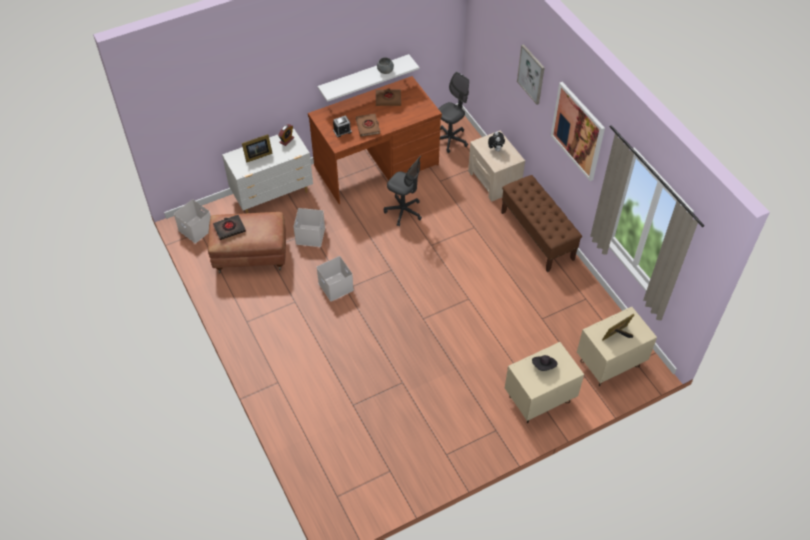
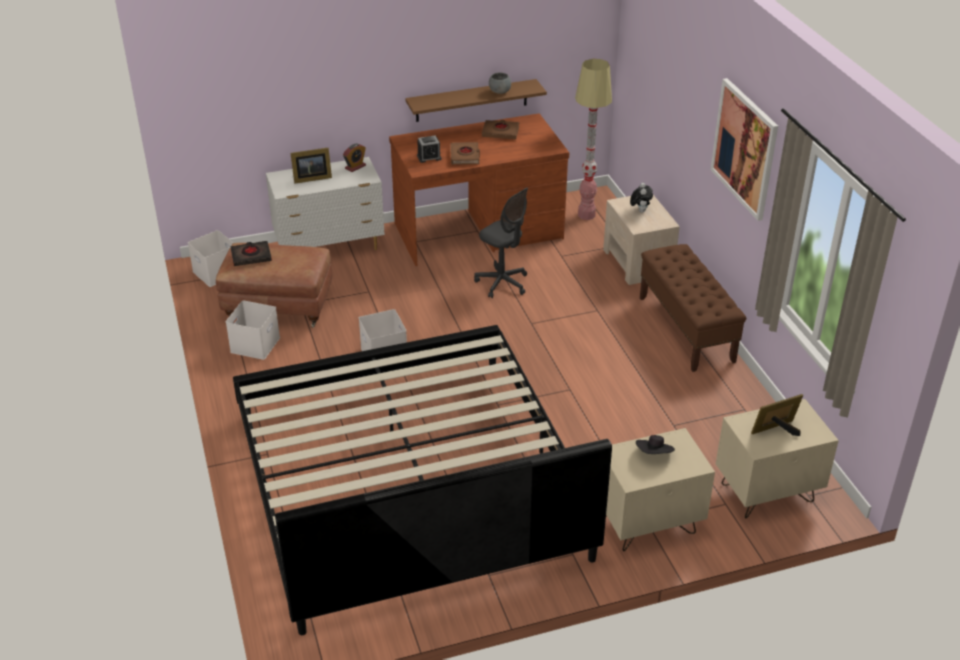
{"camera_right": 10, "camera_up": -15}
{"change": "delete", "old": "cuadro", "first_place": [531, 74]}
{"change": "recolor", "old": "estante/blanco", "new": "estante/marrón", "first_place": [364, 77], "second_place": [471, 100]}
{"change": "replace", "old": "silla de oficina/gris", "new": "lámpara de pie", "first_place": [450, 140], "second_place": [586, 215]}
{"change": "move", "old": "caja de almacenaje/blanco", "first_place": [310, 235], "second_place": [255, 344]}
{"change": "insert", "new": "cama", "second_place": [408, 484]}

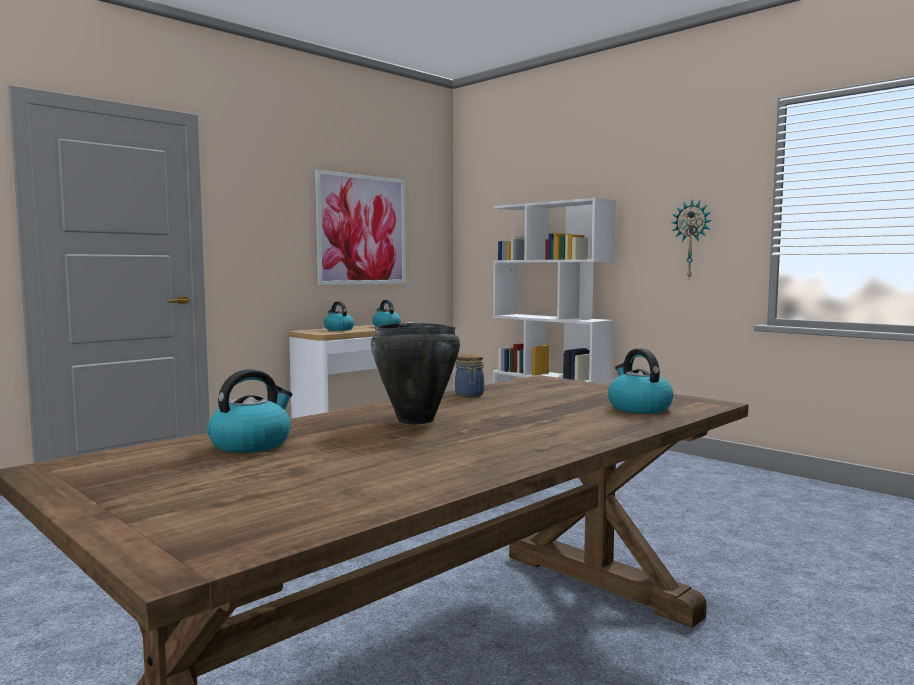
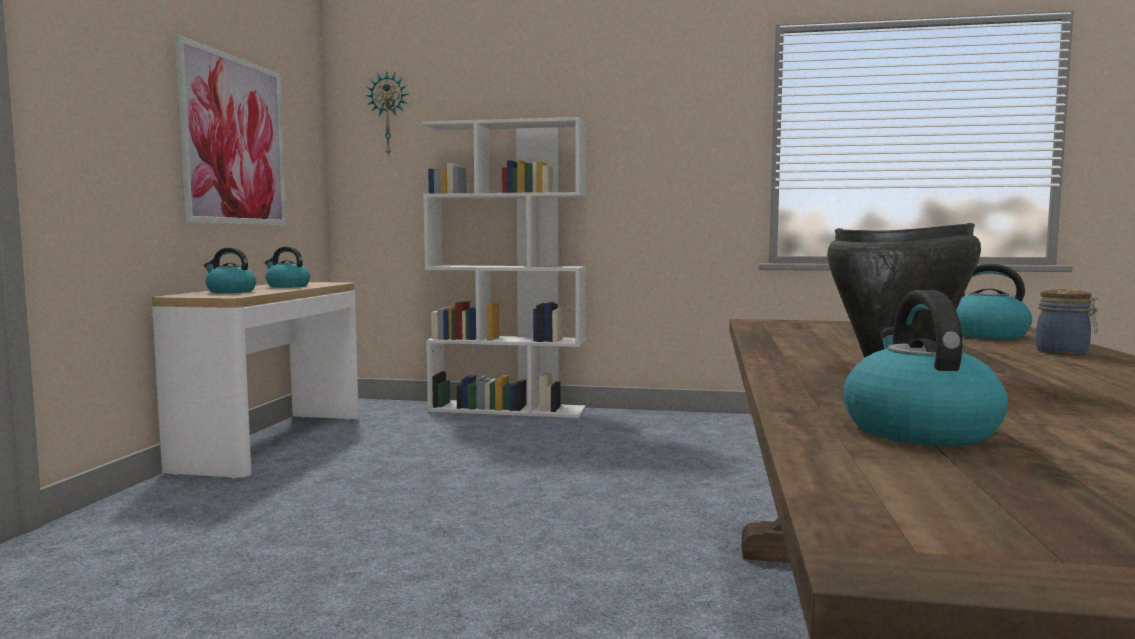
{"camera_right": -35, "camera_up": 0}
{"change": "move", "old": "reloj de pared", "first_place": [692, 239], "second_place": [388, 114]}
{"change": "move", "old": "tarro", "first_place": [469, 395], "second_place": [1064, 353]}

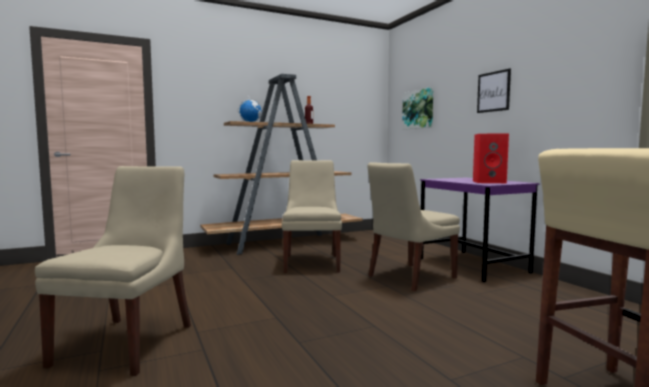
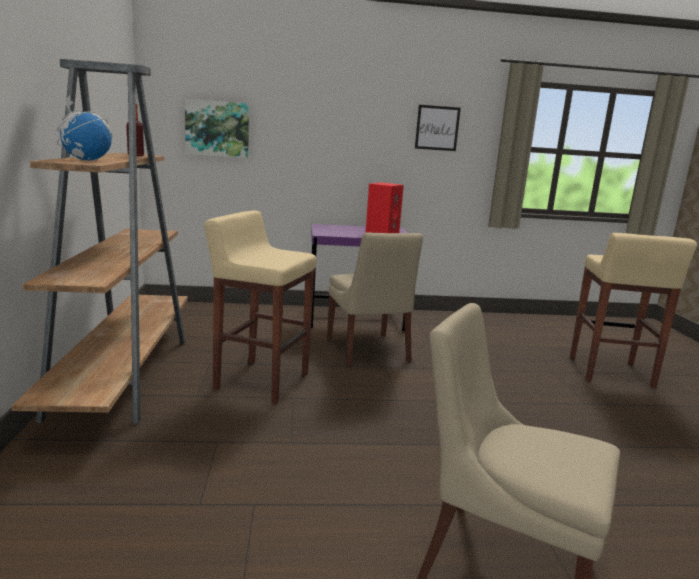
{"camera_right": -70, "camera_up": 10}
{"change": "move", "old": "cuadro", "first_place": [493, 91], "second_place": [437, 128]}
{"change": "replace", "old": "silla/beis", "new": "taburete/beis", "first_place": [312, 263], "second_place": [260, 381]}

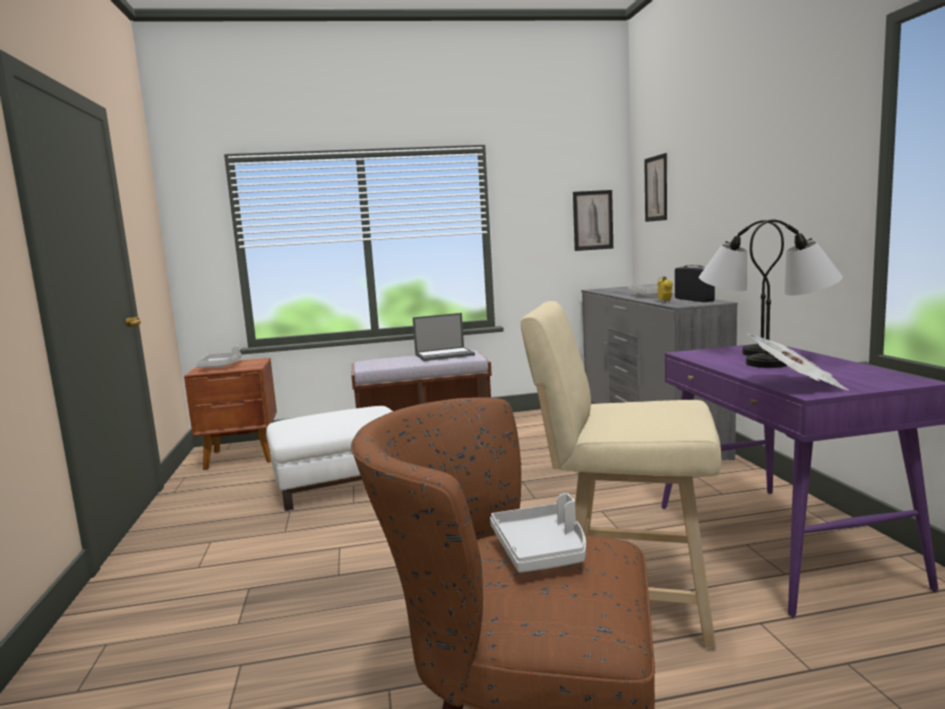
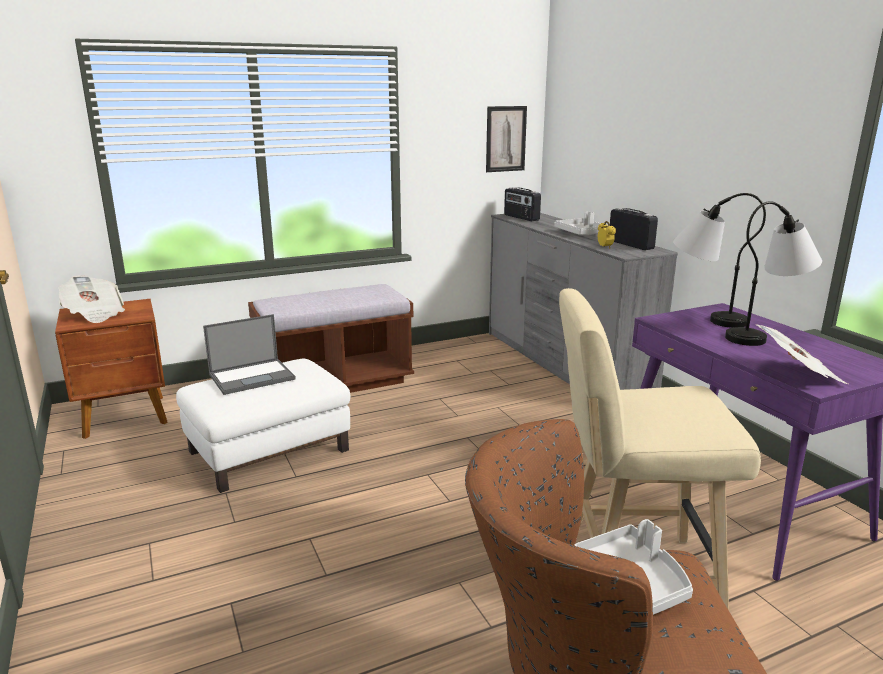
{"camera_right": -15, "camera_up": 10}
{"change": "delete", "old": "cuadro", "first_place": [656, 188]}
{"change": "move", "old": "portátil", "first_place": [445, 355], "second_place": [253, 376]}
{"change": "replace", "old": "bandeja/gris", "new": "periódico", "first_place": [220, 366], "second_place": [94, 314]}
{"change": "insert", "new": "radio", "second_place": [521, 217]}

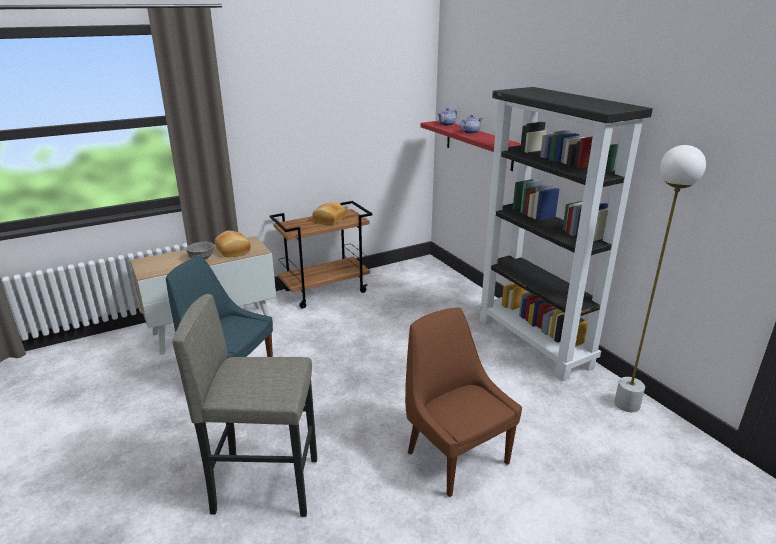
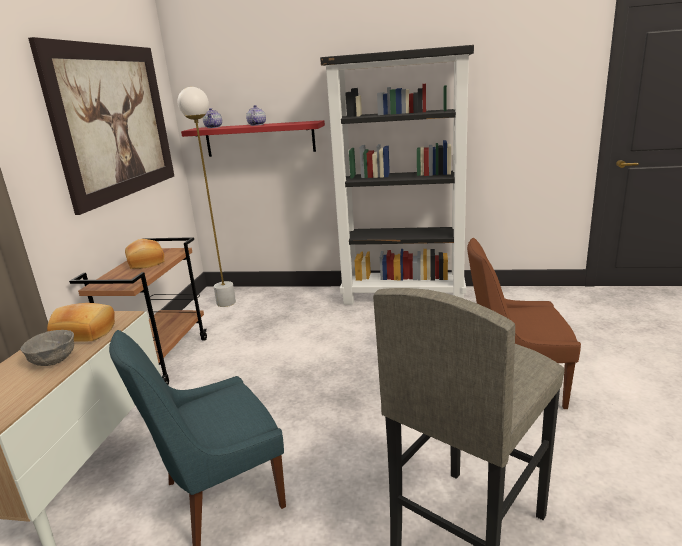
{"camera_right": -50, "camera_up": -5}
{"change": "move", "old": "lámpara de pie/blanco", "first_place": [626, 404], "second_place": [226, 303]}
{"change": "insert", "new": "cuadro", "second_place": [114, 122]}

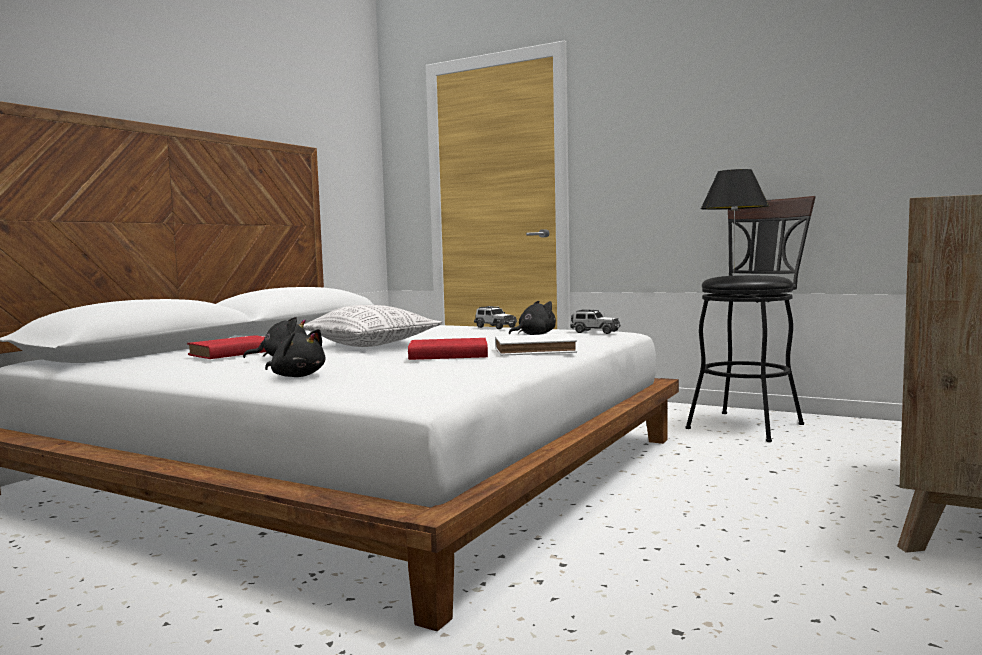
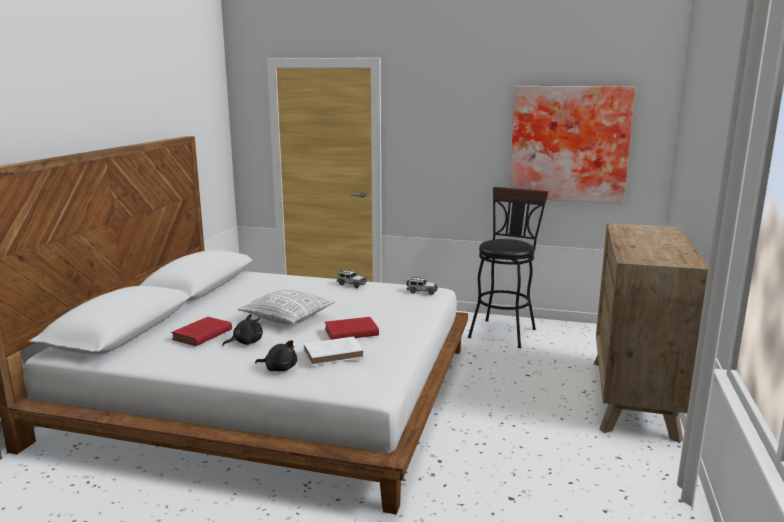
{"camera_right": -15, "camera_up": 10}
{"change": "delete", "old": "lámpara de mesa/negro", "first_place": [733, 276]}
{"change": "delete", "old": "peluche/negro", "first_place": [534, 334]}
{"change": "move", "old": "libro/blanco", "first_place": [537, 350], "second_place": [335, 354]}
{"change": "insert", "new": "cuadro", "second_place": [569, 144]}

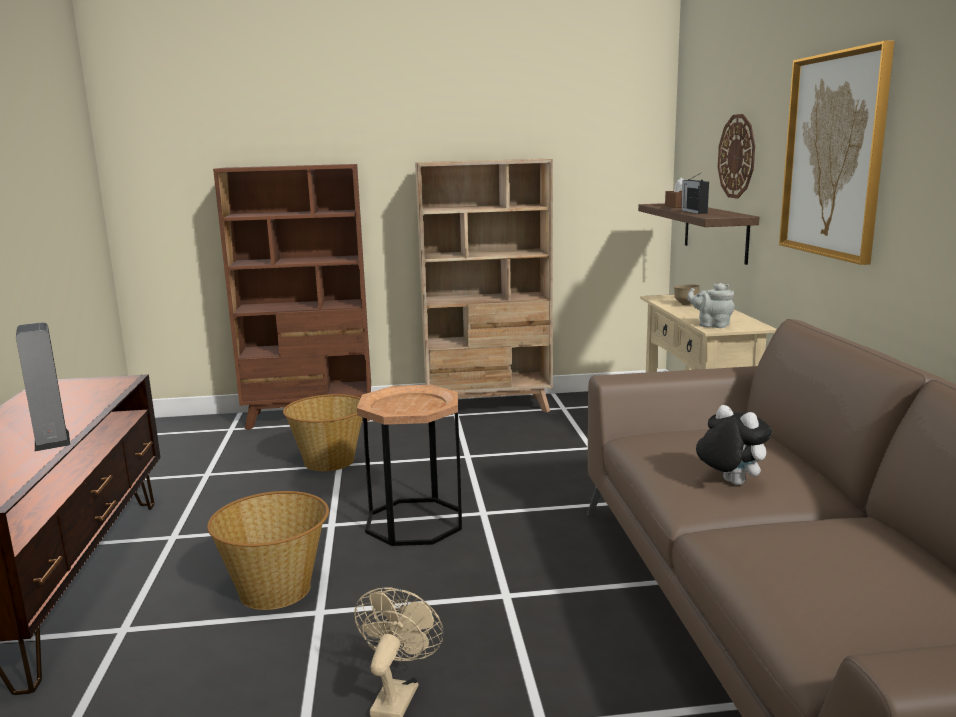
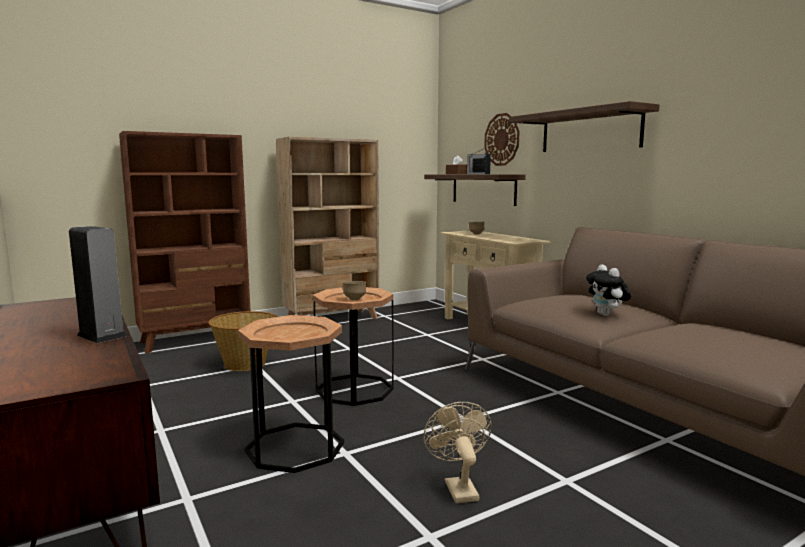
{"camera_right": -25, "camera_up": -5}
{"change": "replace", "old": "cuadro", "new": "estante", "first_place": [833, 155], "second_place": [589, 131]}
{"change": "delete", "old": "tetera/gris", "first_place": [711, 325]}
{"change": "rotate", "old": "peluche", "first_place": [729, 483], "second_place": [606, 315], "degrees": -135}
{"change": "replace", "old": "cesta", "new": "mesa auxiliar/marrón", "first_place": [276, 590], "second_place": [295, 447]}
{"change": "insert", "new": "cuenco/marrón", "second_place": [354, 299]}

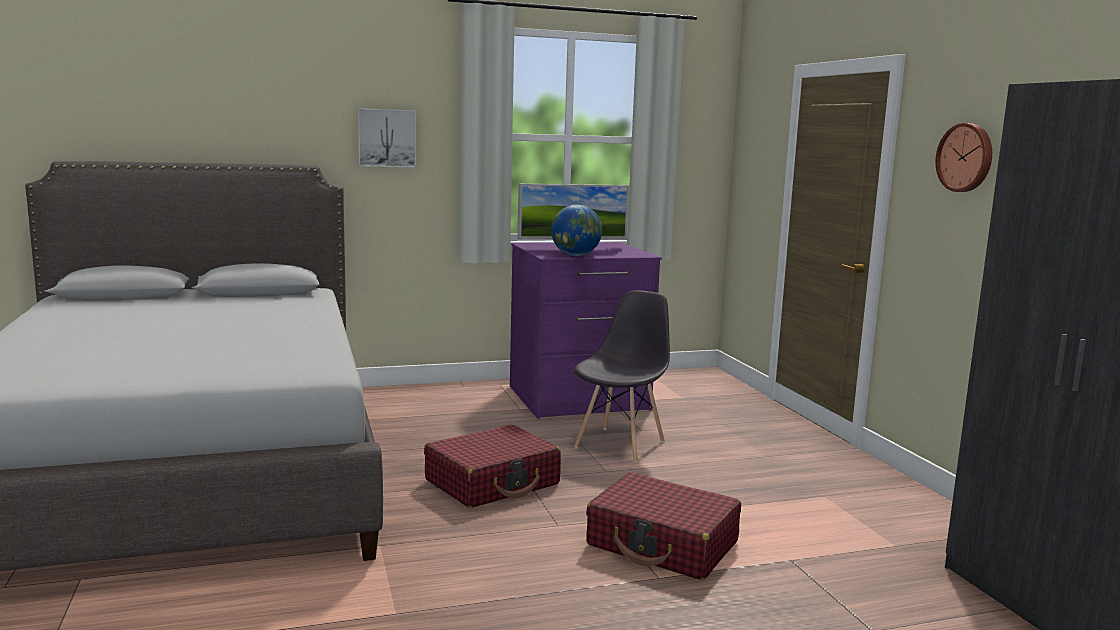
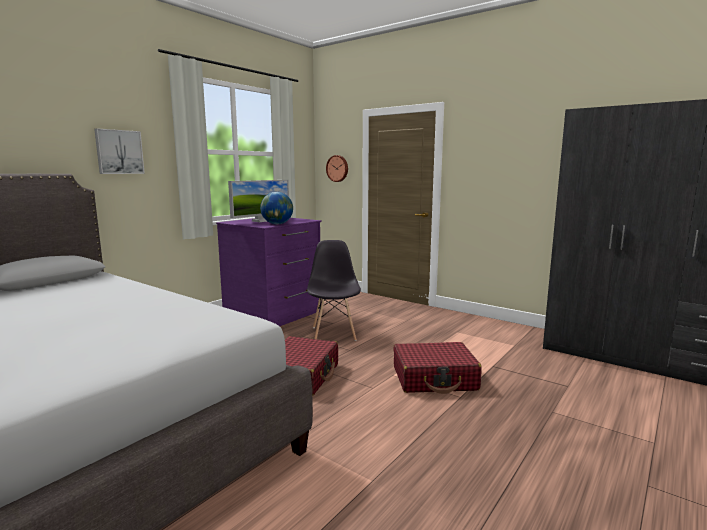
{"camera_right": -35, "camera_up": 0}
{"change": "move", "old": "reloj de pared", "first_place": [966, 157], "second_place": [337, 168]}

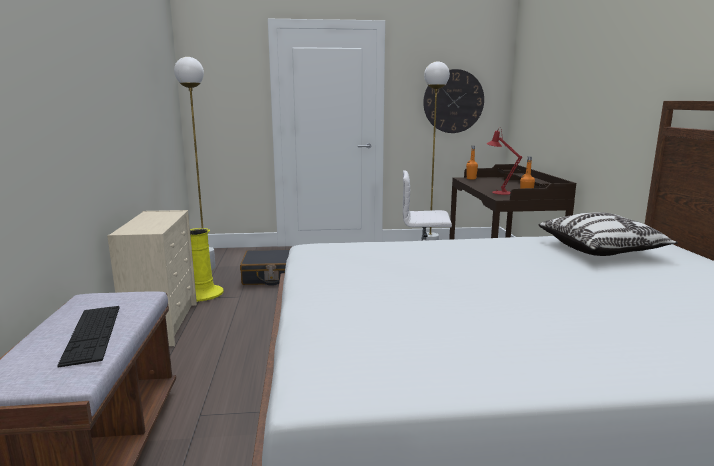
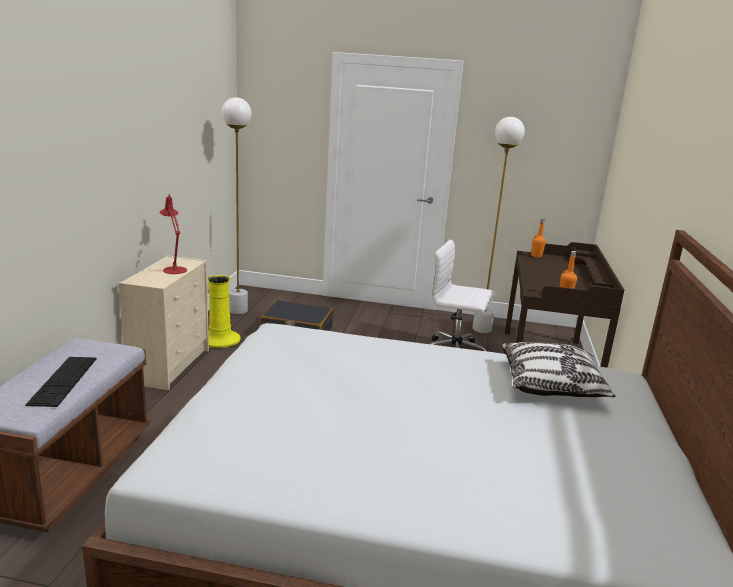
{"camera_right": 15, "camera_up": 5}
{"change": "delete", "old": "reloj de pared", "first_place": [453, 101]}
{"change": "move", "old": "lámpara de mesa/rojo", "first_place": [499, 192], "second_place": [174, 269]}

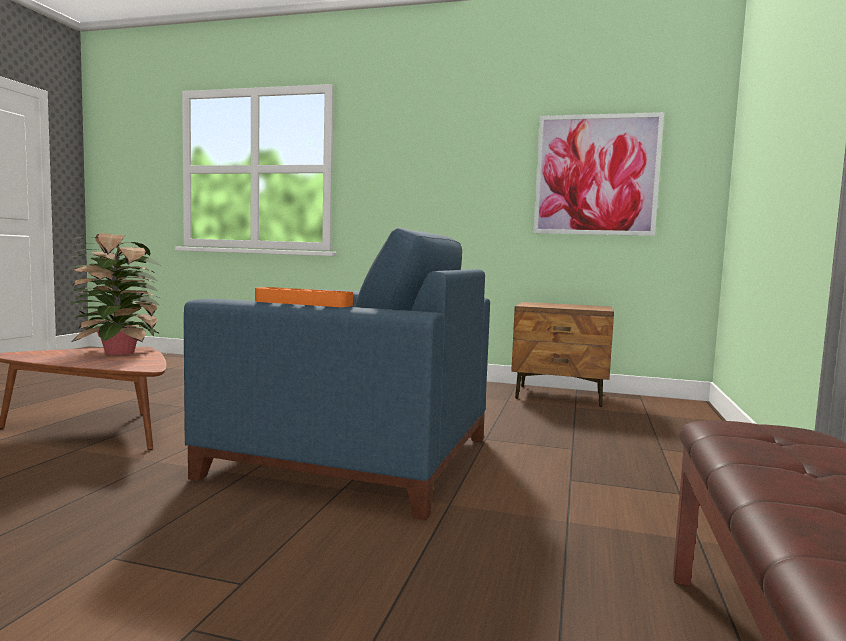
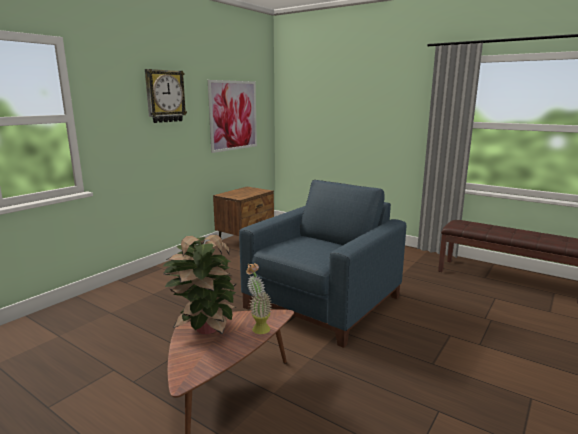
{"camera_right": -70, "camera_up": 10}
{"change": "delete", "old": "bandeja/naranja", "first_place": [303, 303]}
{"change": "insert", "new": "reloj de pared", "second_place": [165, 96]}
{"change": "insert", "new": "planta en maceta", "second_place": [258, 327]}

